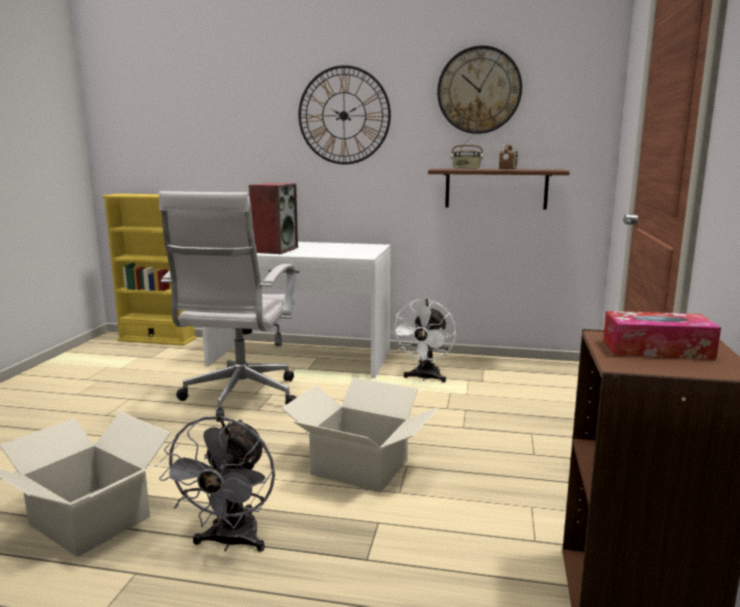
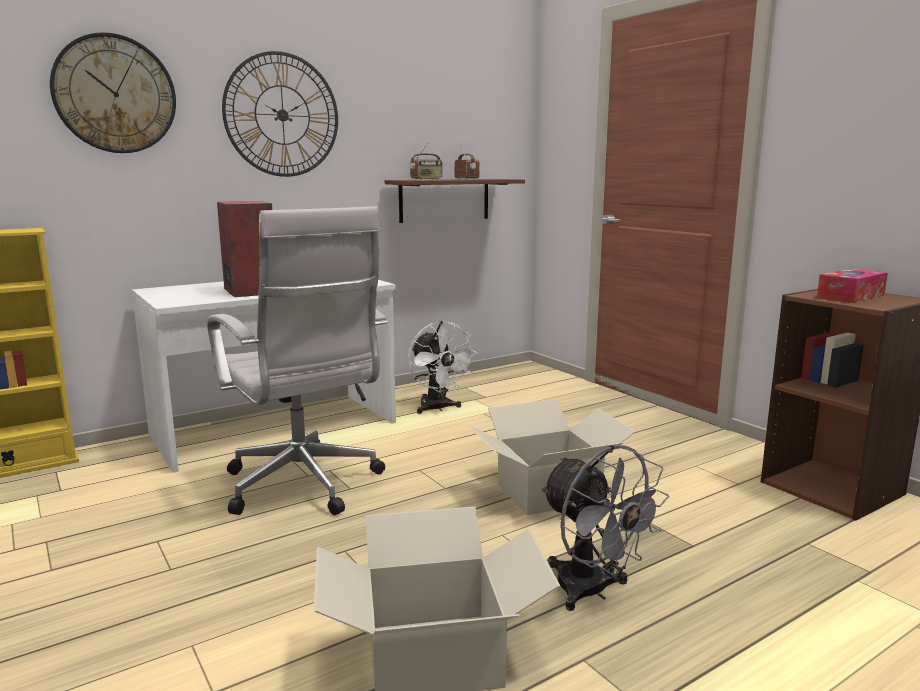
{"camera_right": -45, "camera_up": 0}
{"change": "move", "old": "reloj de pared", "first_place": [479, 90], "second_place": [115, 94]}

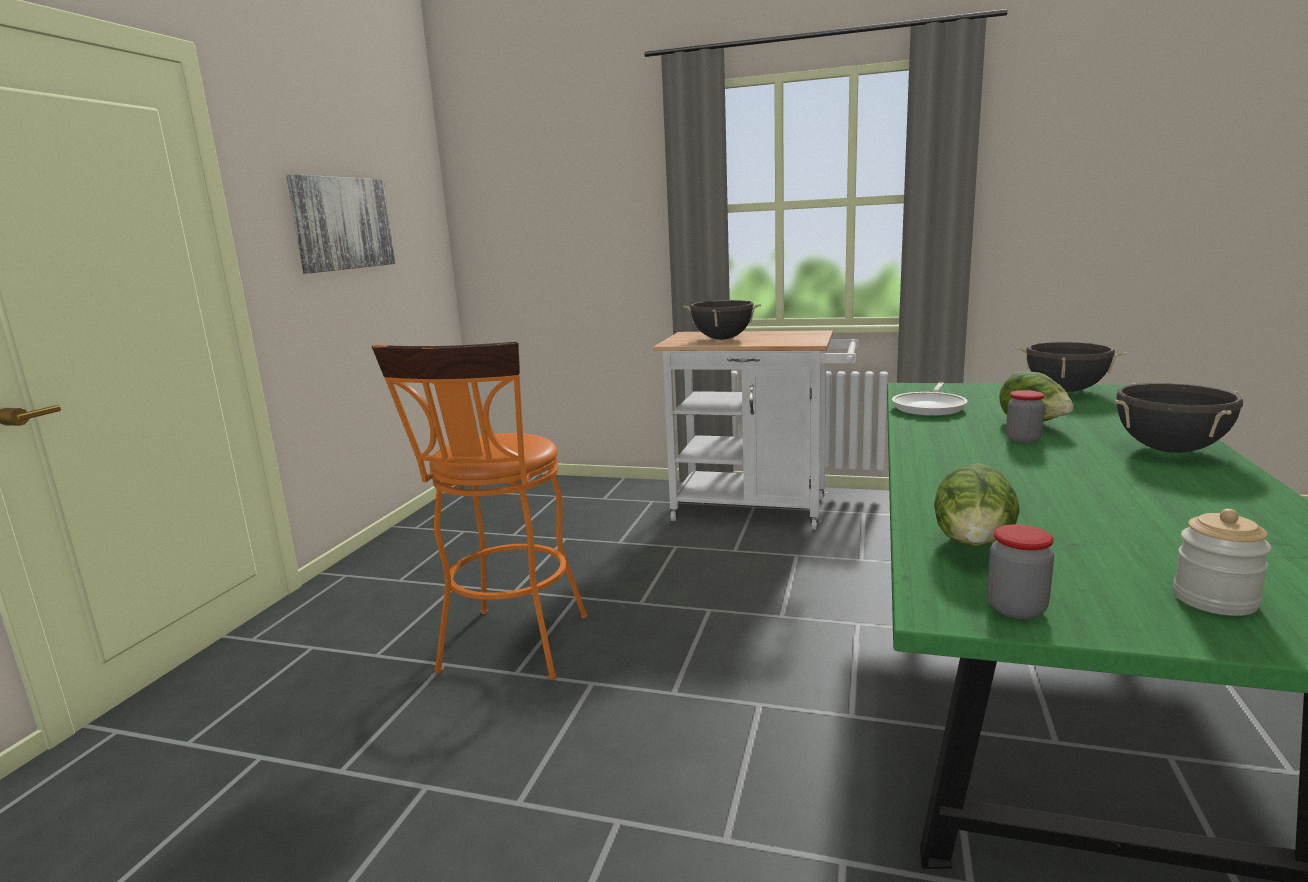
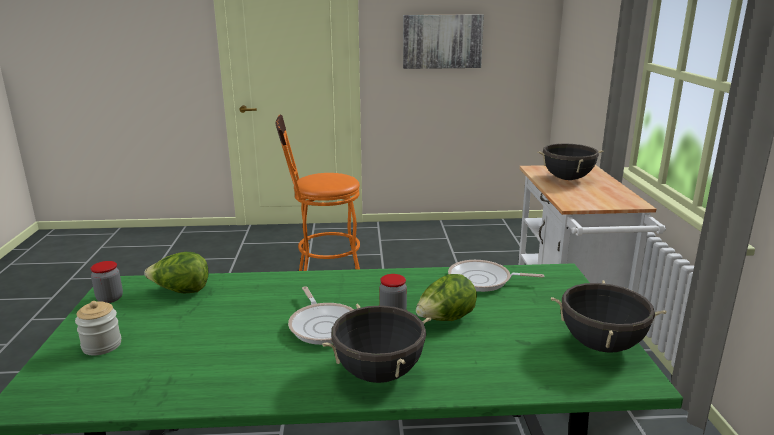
{"camera_right": 70, "camera_up": 5}
{"change": "insert", "new": "sartén", "second_place": [324, 325]}

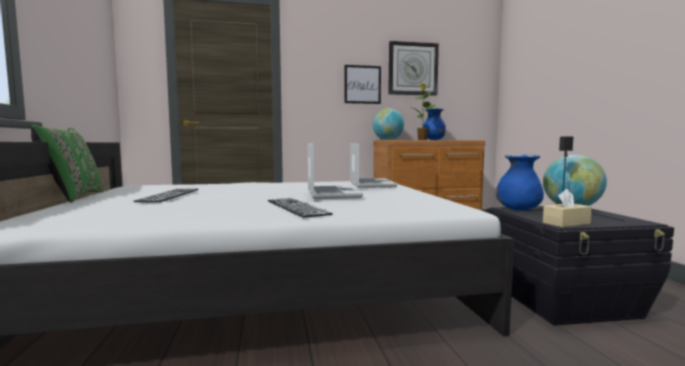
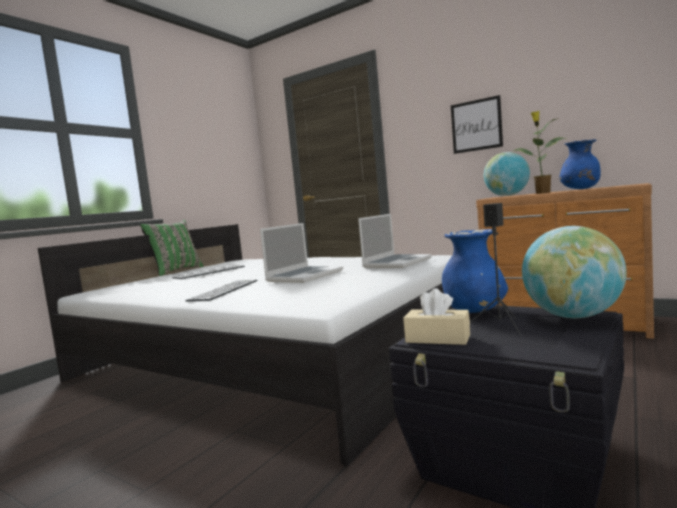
{"camera_right": 45, "camera_up": 0}
{"change": "delete", "old": "reloj de pared", "first_place": [413, 69]}

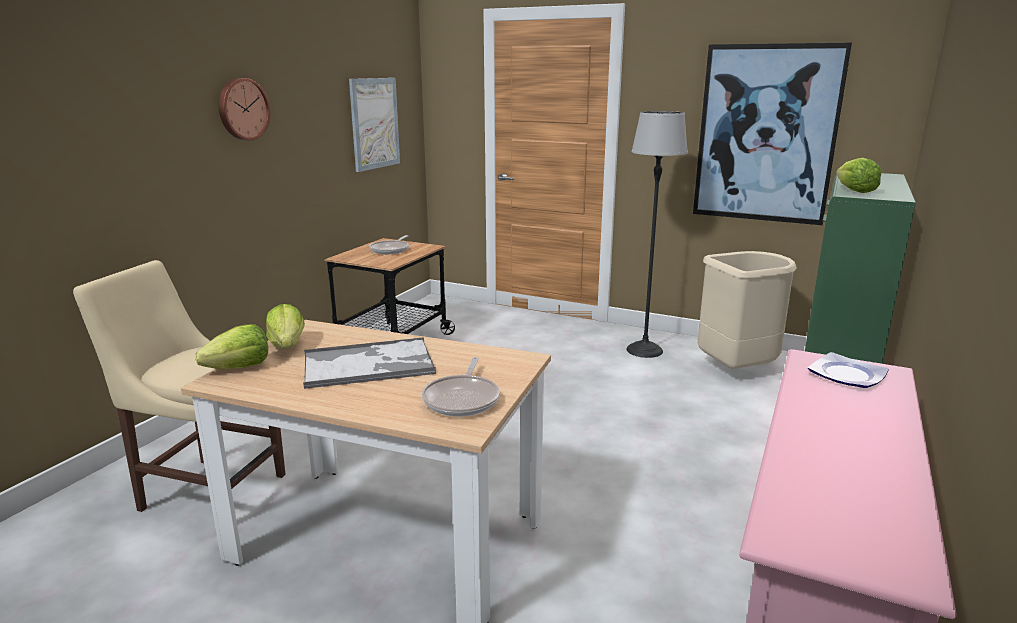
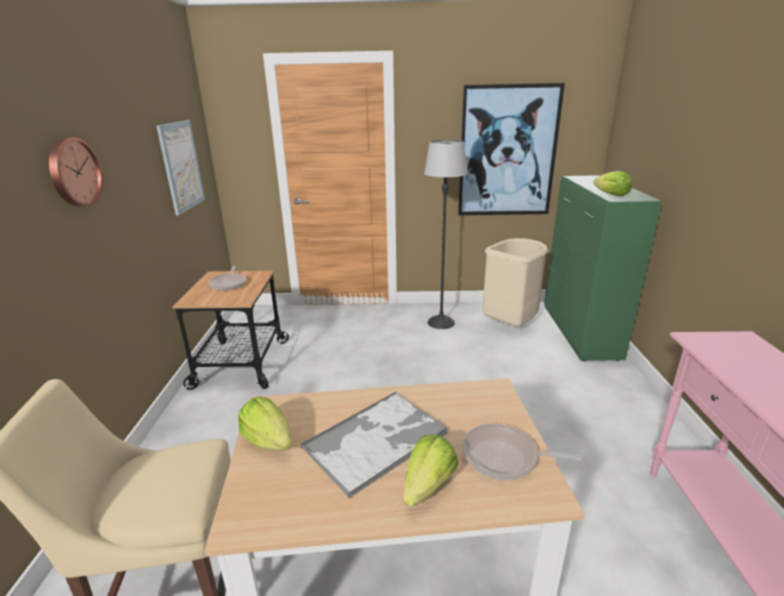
{"camera_right": -25, "camera_up": 5}
{"change": "move", "old": "lechuga", "first_place": [239, 368], "second_place": [428, 486]}
{"change": "delete", "old": "plato", "first_place": [848, 375]}
{"change": "rotate", "old": "sartén", "first_place": [462, 399], "second_place": [504, 457], "degrees": 120}

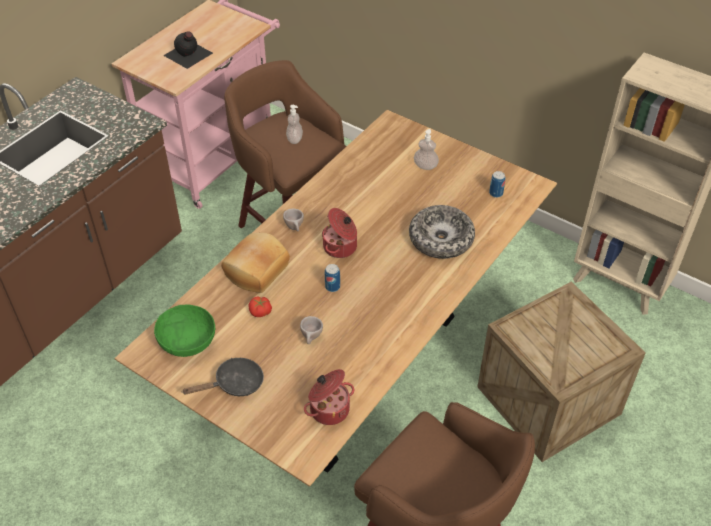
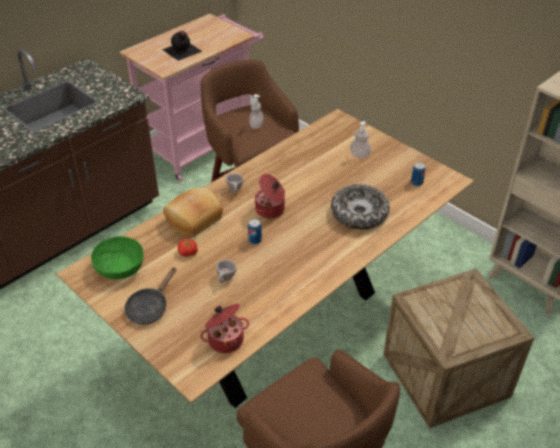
{"camera_right": 10, "camera_up": -5}
{"change": "rotate", "old": "sartén/negro", "first_place": [234, 384], "second_place": [149, 307], "degrees": 135}

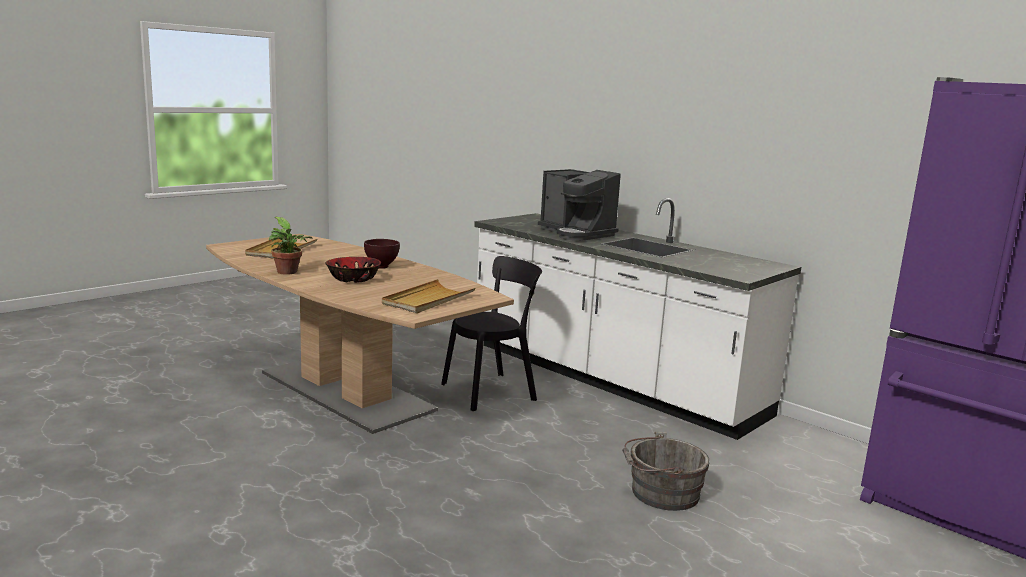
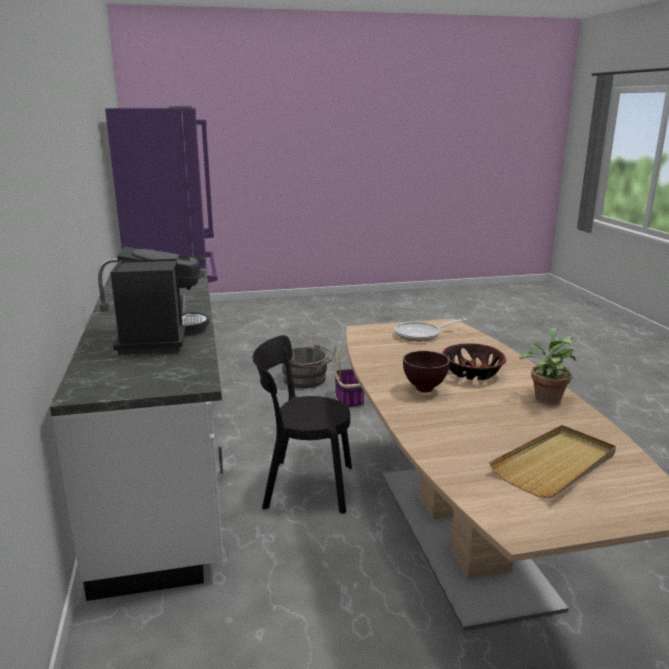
{"camera_right": -145, "camera_up": 5}
{"change": "replace", "old": "bandeja/beis", "new": "sartén", "first_place": [428, 300], "second_place": [421, 335]}
{"change": "insert", "new": "cesta", "second_place": [349, 399]}

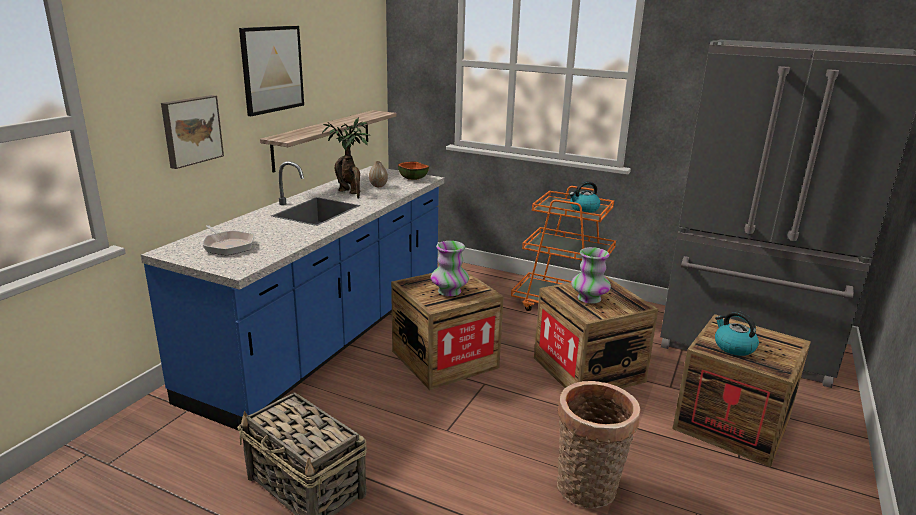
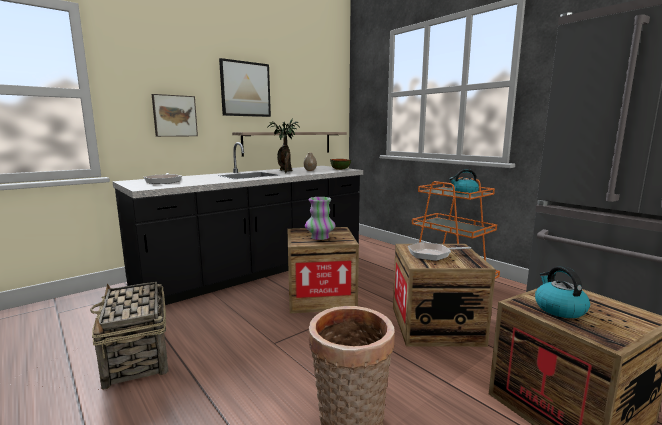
{"camera_right": 25, "camera_up": -10}
{"change": "recolor", "old": "mueble bajo de cocina/azul", "new": "mueble bajo de cocina/negro", "first_place": [328, 335], "second_place": [257, 270]}
{"change": "replace", "old": "florero", "new": "sartén", "first_place": [589, 299], "second_place": [432, 254]}

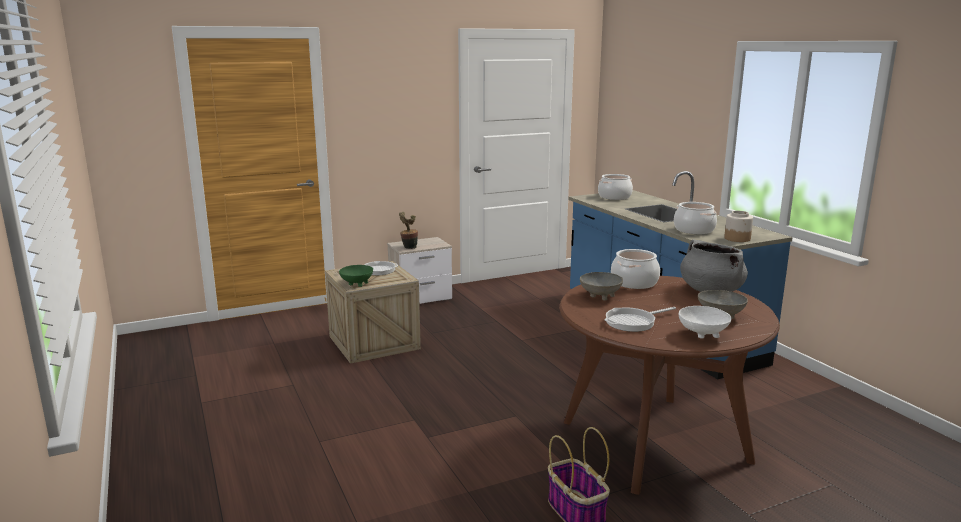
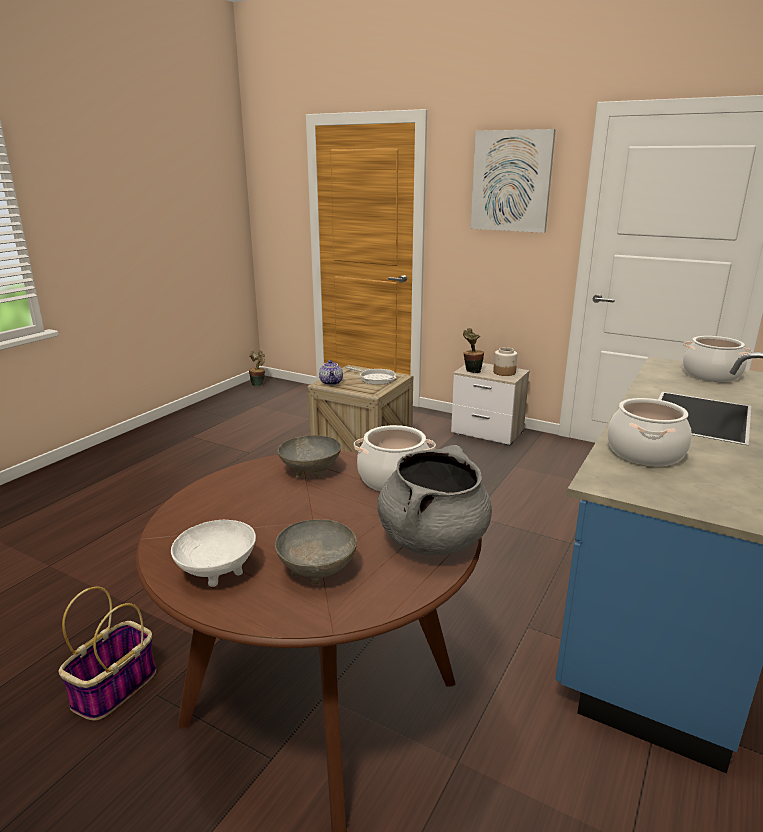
{"camera_right": 55, "camera_up": 5}
{"change": "move", "old": "tarro", "first_place": [737, 238], "second_place": [504, 372]}
{"change": "replace", "old": "cuenco/verde", "new": "tetera", "first_place": [356, 284], "second_place": [331, 383]}
{"change": "delete", "old": "sartén", "first_place": [633, 322]}
{"change": "insert", "new": "cuadro", "second_place": [511, 181]}
{"change": "insert", "new": "planta en maceta", "second_place": [258, 384]}

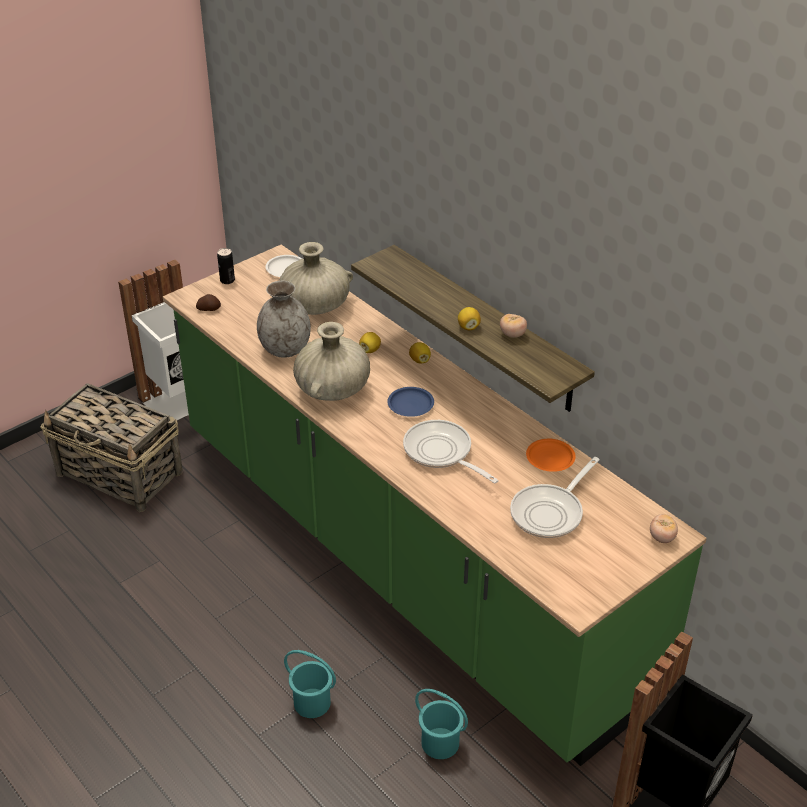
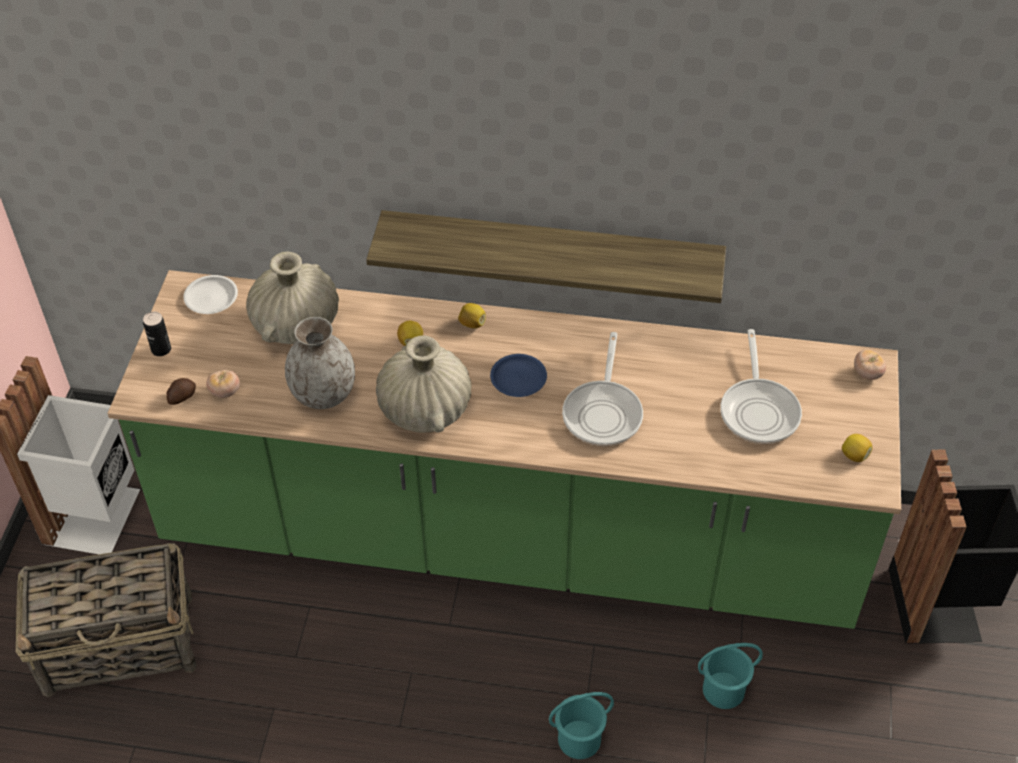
{"camera_right": -40, "camera_up": 10}
{"change": "move", "old": "limón", "first_place": [468, 327], "second_place": [854, 455]}
{"change": "move", "old": "tomate", "first_place": [512, 334], "second_place": [225, 392]}
{"change": "rotate", "old": "sartén", "first_place": [441, 453], "second_place": [603, 412], "degrees": -90}
{"change": "delete", "old": "plato/naranja", "first_place": [550, 458]}

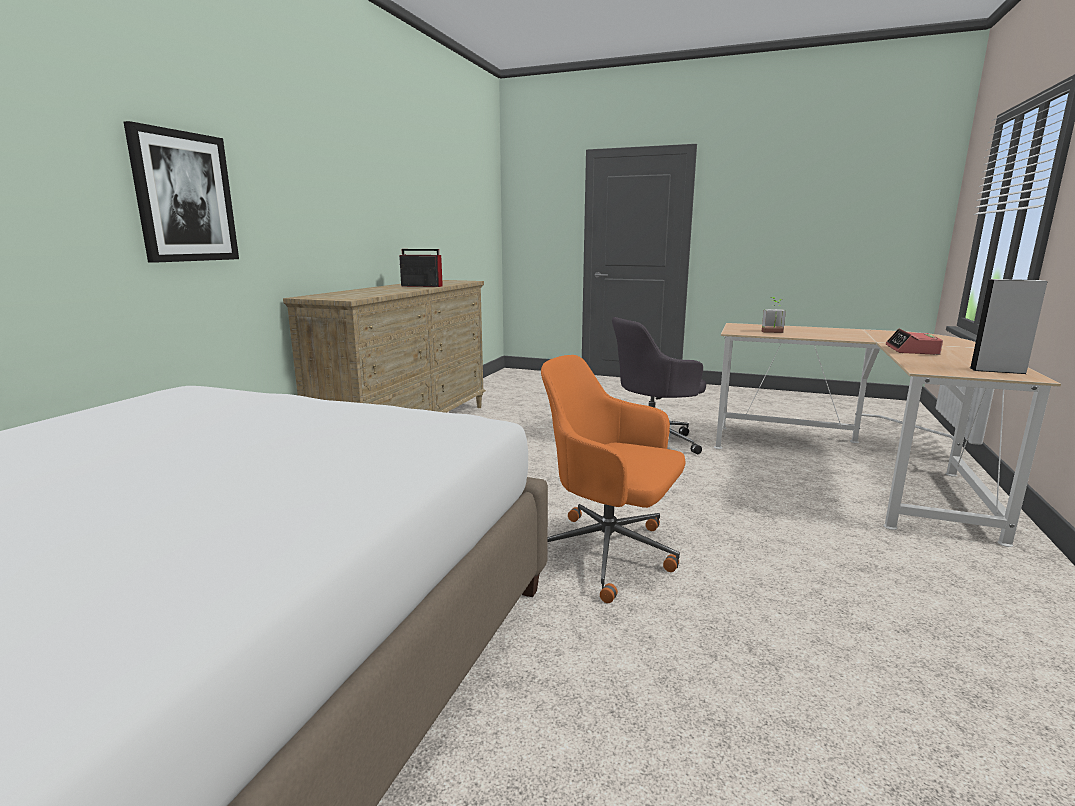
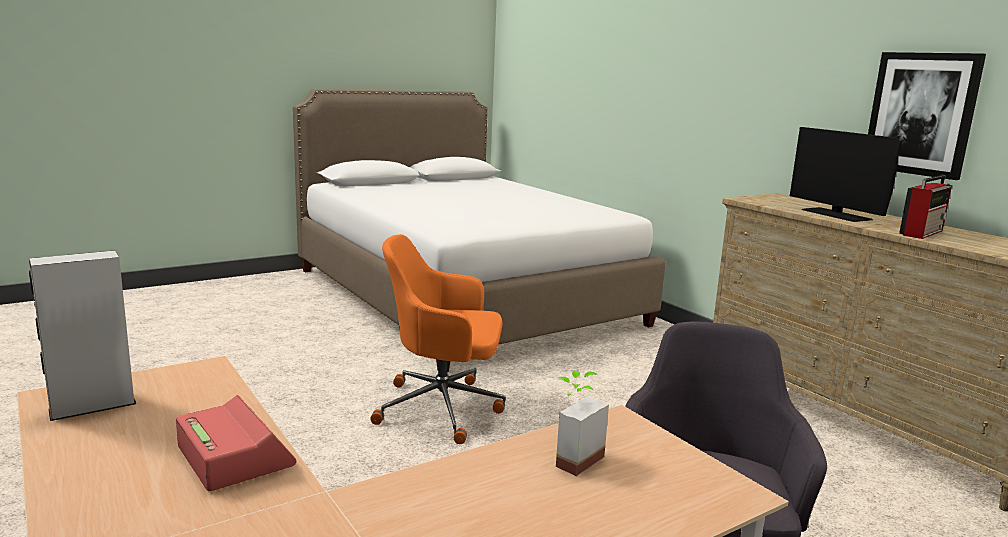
{"camera_right": 125, "camera_up": 0}
{"change": "move", "old": "cuadro", "first_place": [184, 197], "second_place": [921, 114]}
{"change": "rotate", "old": "silla de oficina/naranja", "first_place": [608, 554], "second_place": [443, 408], "degrees": -150}
{"change": "insert", "new": "monitor", "second_place": [836, 214]}

